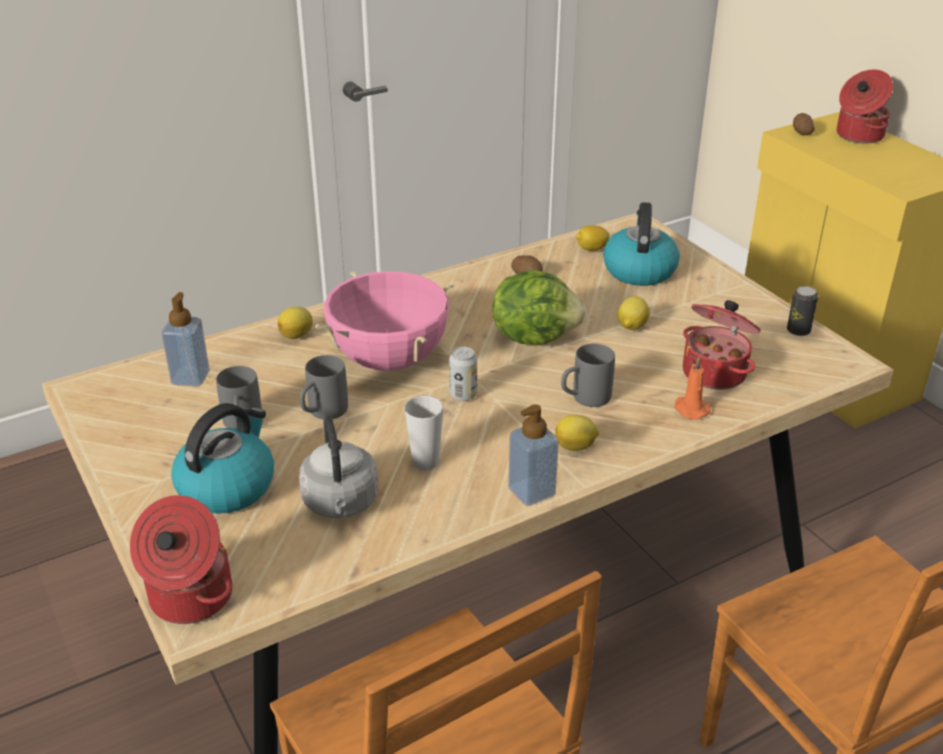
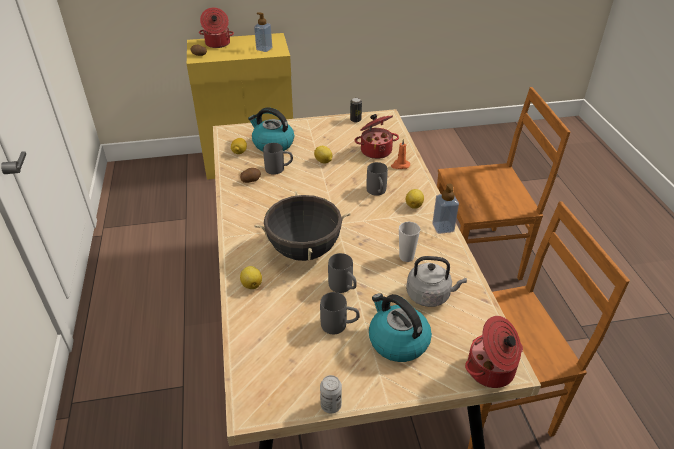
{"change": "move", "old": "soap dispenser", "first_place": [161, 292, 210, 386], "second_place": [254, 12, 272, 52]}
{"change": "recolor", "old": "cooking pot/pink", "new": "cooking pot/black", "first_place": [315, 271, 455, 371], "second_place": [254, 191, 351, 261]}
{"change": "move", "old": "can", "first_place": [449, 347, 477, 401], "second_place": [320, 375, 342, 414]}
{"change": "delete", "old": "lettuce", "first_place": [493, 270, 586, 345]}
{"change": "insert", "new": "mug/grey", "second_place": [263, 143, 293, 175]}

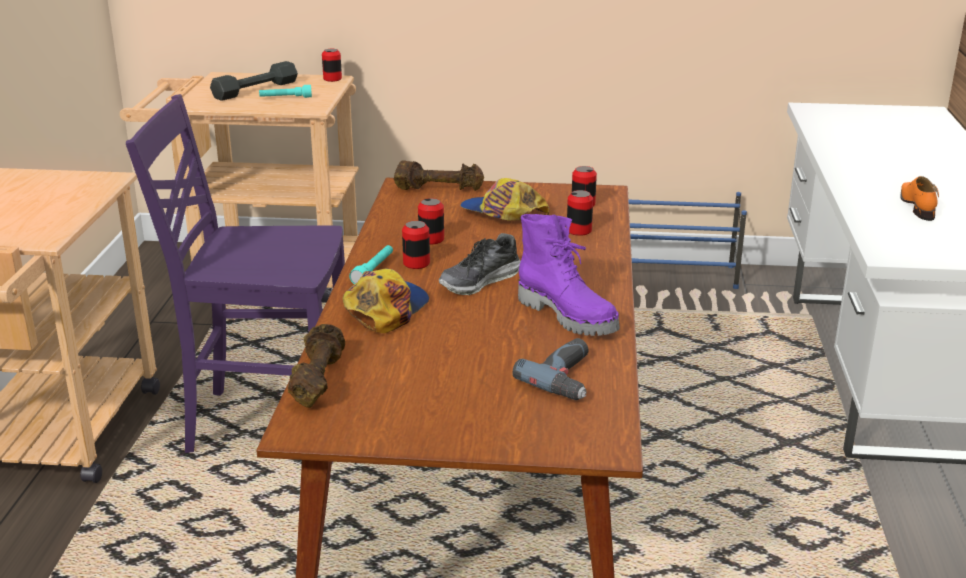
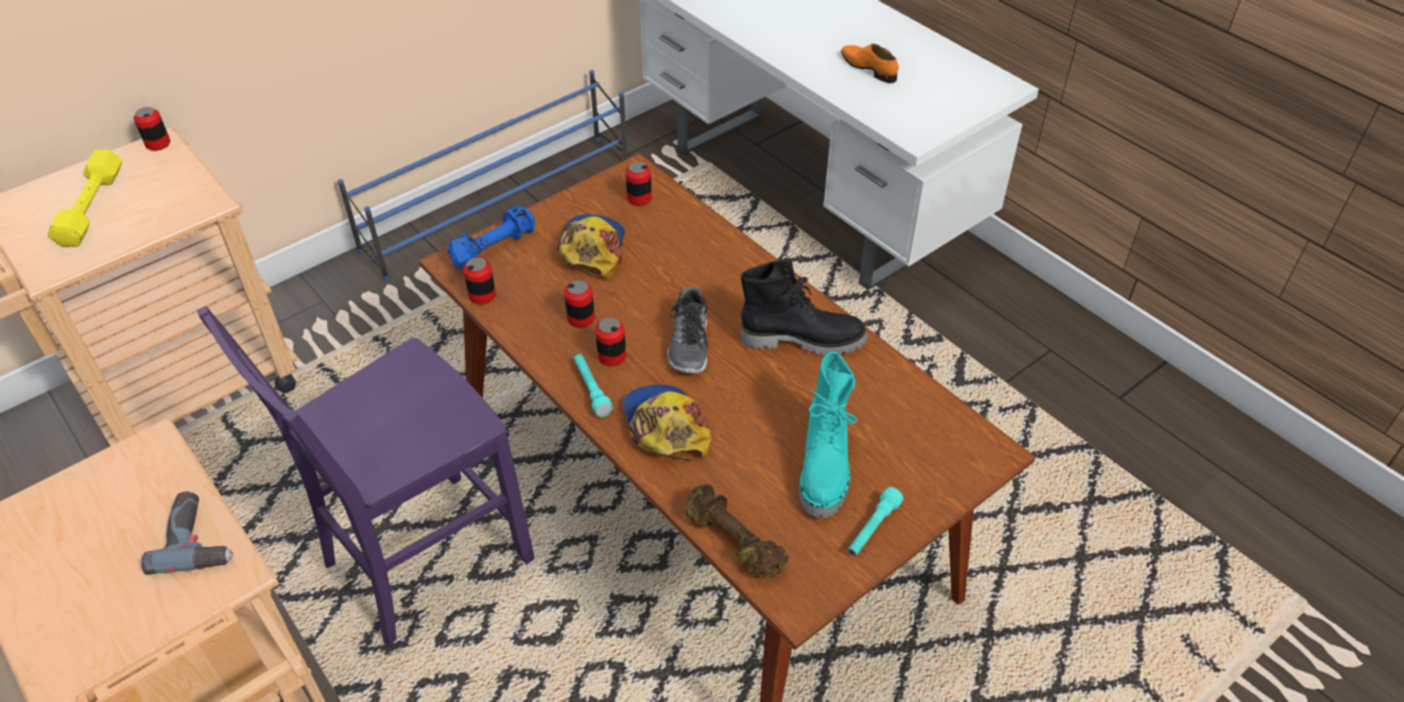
{"change": "recolor", "old": "dumbbell/grey", "new": "dumbbell/yellow", "first_place": [210, 61, 298, 101], "second_place": [48, 150, 122, 247]}
{"change": "move", "old": "flashlight/turquoise", "first_place": [259, 85, 312, 98], "second_place": [847, 487, 903, 556]}
{"change": "recolor", "old": "dumbbell/brown", "new": "dumbbell/blue", "first_place": [394, 160, 484, 191], "second_place": [447, 206, 535, 269]}
{"change": "rotate", "old": "cap", "first_place": [460, 178, 550, 221], "second_place": [557, 214, 625, 279], "degrees": 105}
{"change": "move", "old": "power drill", "first_place": [512, 338, 589, 400], "second_place": [141, 491, 234, 575]}
{"change": "recolor", "old": "boot/purple", "new": "boot/black", "first_place": [518, 214, 620, 336], "second_place": [741, 260, 868, 356]}
{"change": "move", "old": "can", "first_place": [567, 190, 593, 236], "second_place": [463, 257, 496, 305]}
{"change": "insert", "new": "boot/turquoise", "second_place": [799, 352, 857, 518]}

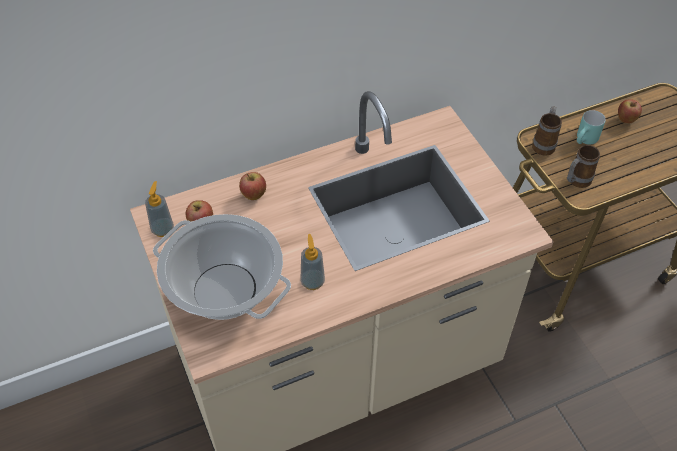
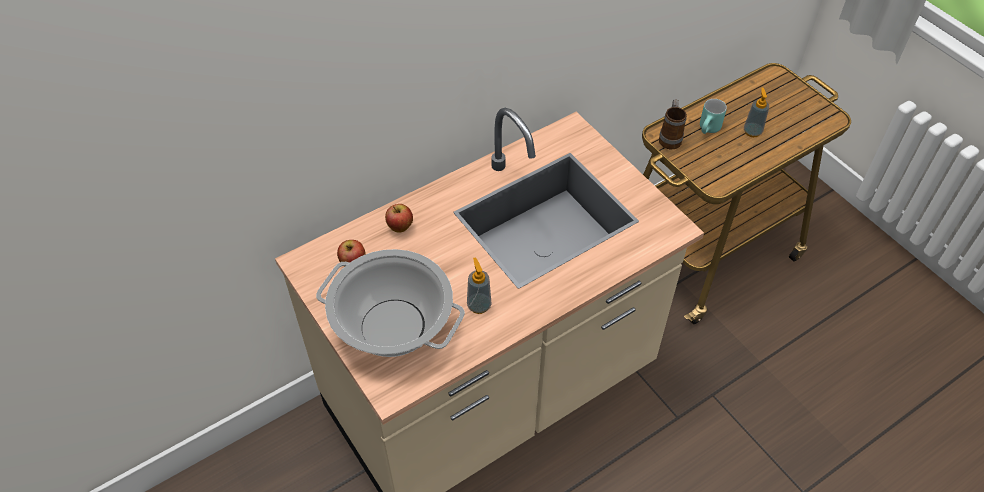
{"change": "move", "old": "soap dispenser", "first_place": [145, 181, 174, 237], "second_place": [744, 87, 769, 137]}
{"change": "delete", "old": "mug", "first_place": [567, 145, 600, 188]}
{"change": "delete", "old": "apple", "first_place": [618, 100, 642, 124]}

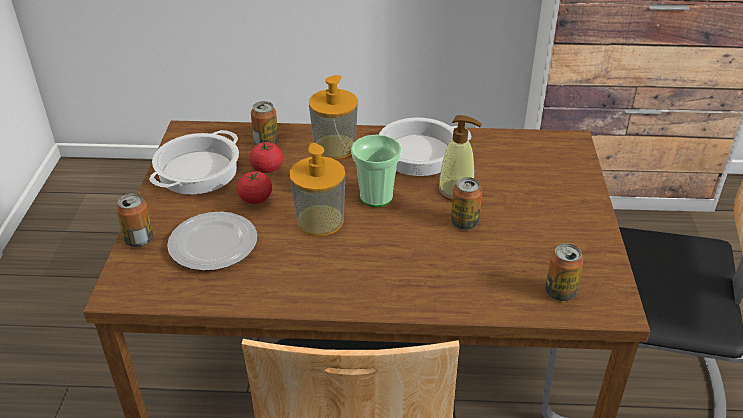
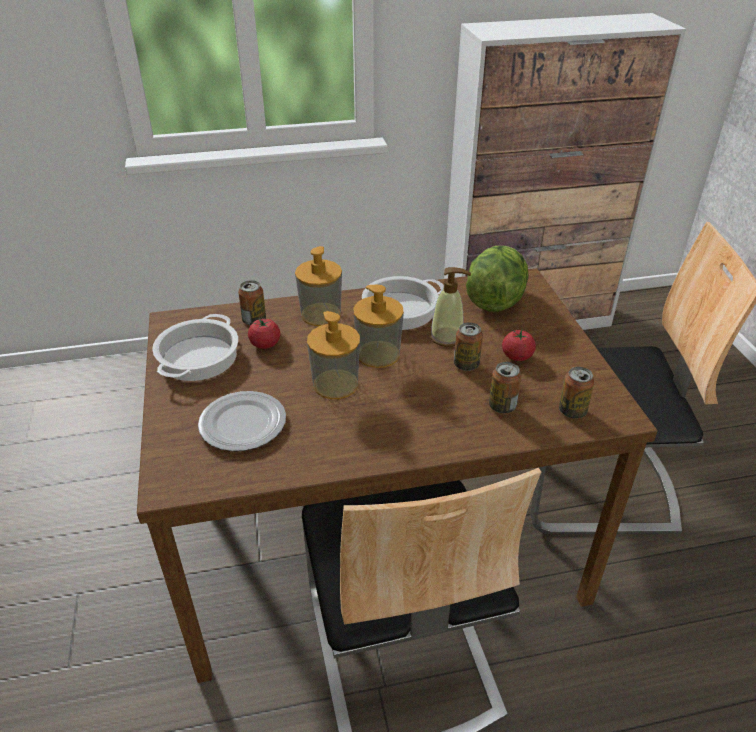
{"change": "move", "old": "can", "first_place": [116, 193, 153, 247], "second_place": [489, 362, 521, 413]}
{"change": "move", "old": "tomato", "first_place": [237, 171, 272, 204], "second_place": [502, 330, 536, 361]}
{"change": "replace", "old": "cup", "new": "soap dispenser", "first_place": [351, 135, 402, 207], "second_place": [353, 285, 404, 368]}
{"change": "insert", "new": "lettuce", "second_place": [466, 246, 528, 312]}

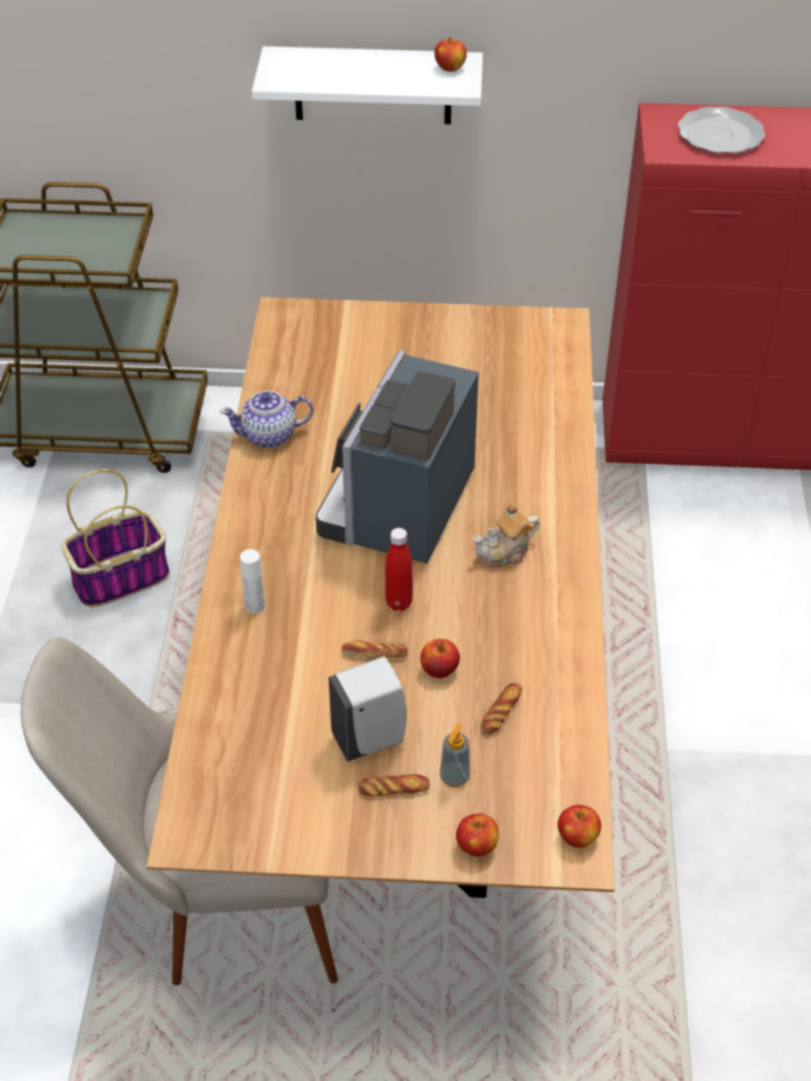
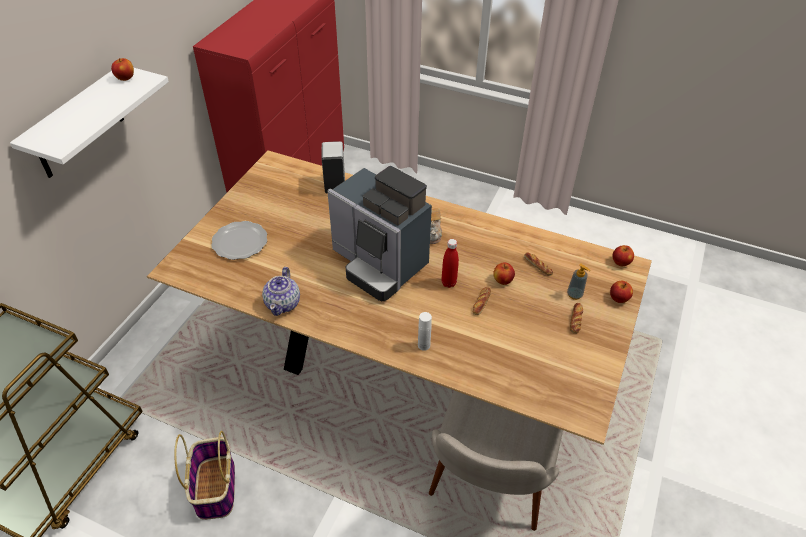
{"change": "move", "old": "soap dispenser/white", "first_place": [328, 656, 407, 762], "second_place": [321, 142, 345, 193]}
{"change": "move", "old": "plate", "first_place": [678, 107, 765, 153], "second_place": [211, 221, 267, 260]}

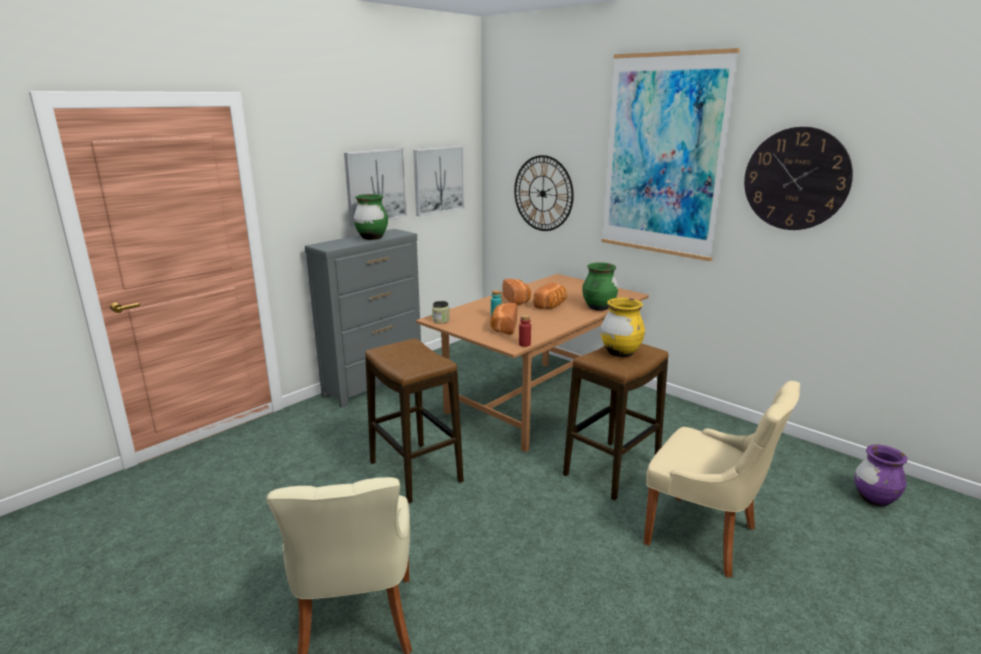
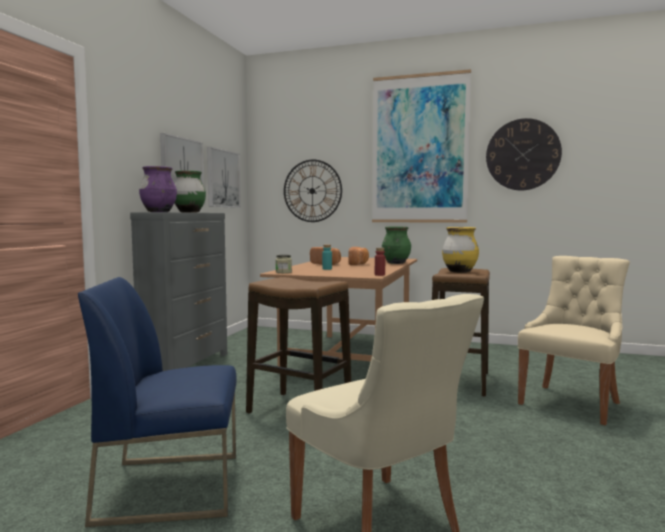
{"change": "delete", "old": "bread", "first_place": [490, 303, 517, 335]}
{"change": "rotate", "old": "chair/beige", "first_place": [644, 381, 800, 577], "second_place": [518, 256, 630, 425], "degrees": -60}
{"change": "move", "old": "vase/purple", "first_place": [855, 445, 908, 507], "second_place": [139, 166, 177, 212]}
{"change": "insert", "new": "chair/blue", "second_place": [78, 277, 237, 527]}

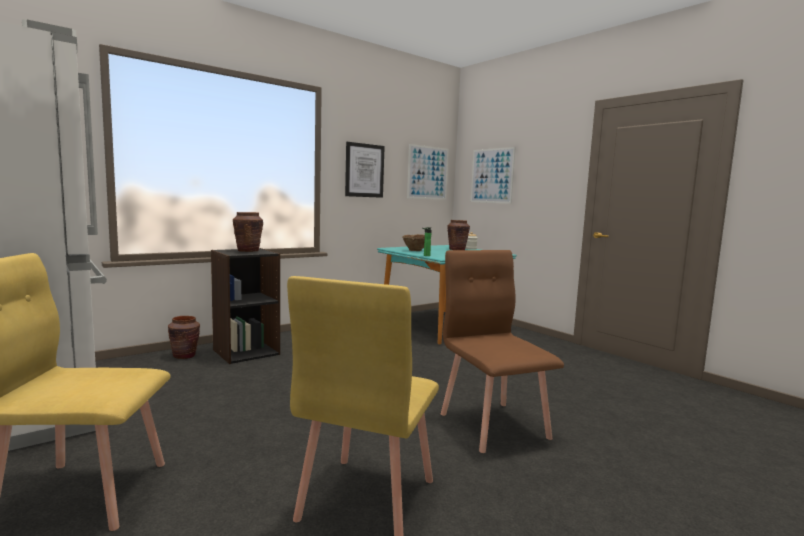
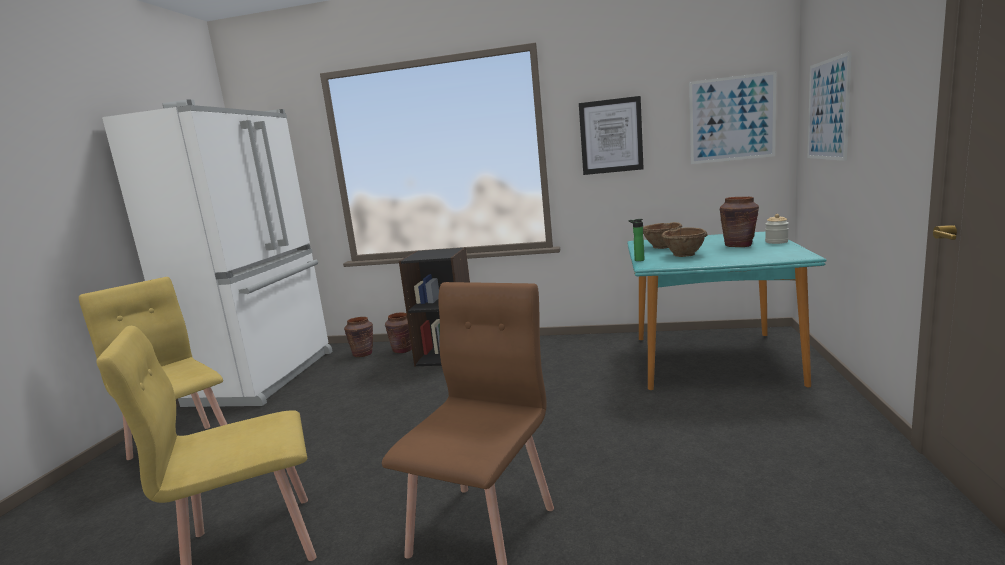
{"change": "move", "old": "vase/brown", "first_place": [233, 212, 263, 252], "second_place": [344, 317, 373, 357]}
{"change": "insert", "new": "bowl/brown", "second_place": [661, 227, 707, 257]}

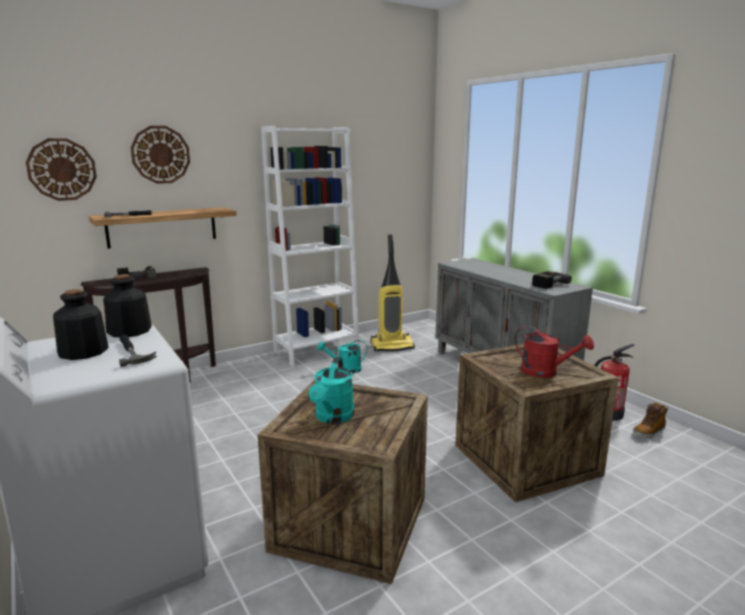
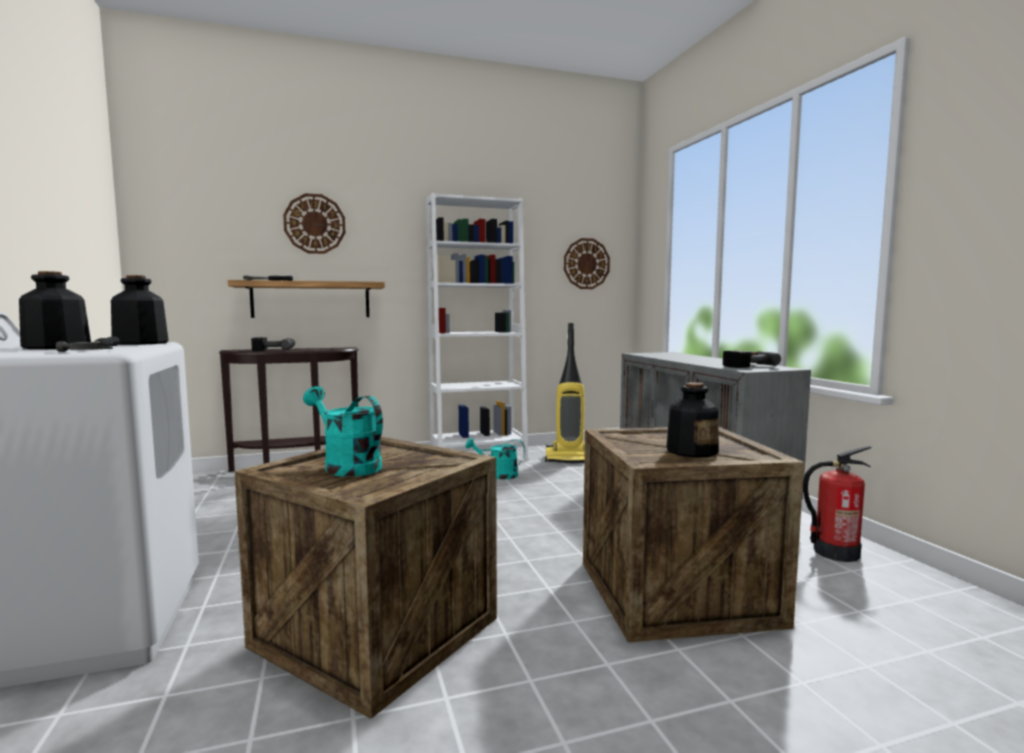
{"change": "move", "old": "wall clock", "first_place": [26, 138, 97, 201], "second_place": [564, 238, 610, 289]}
{"change": "rotate", "old": "watering can/turquoise", "first_place": [309, 356, 354, 424], "second_place": [303, 386, 383, 477], "degrees": 105}
{"change": "replace", "old": "watering can/red", "new": "bottle", "first_place": [515, 325, 594, 378], "second_place": [666, 382, 719, 458]}
{"change": "delete", "old": "boot", "first_place": [633, 402, 668, 438]}

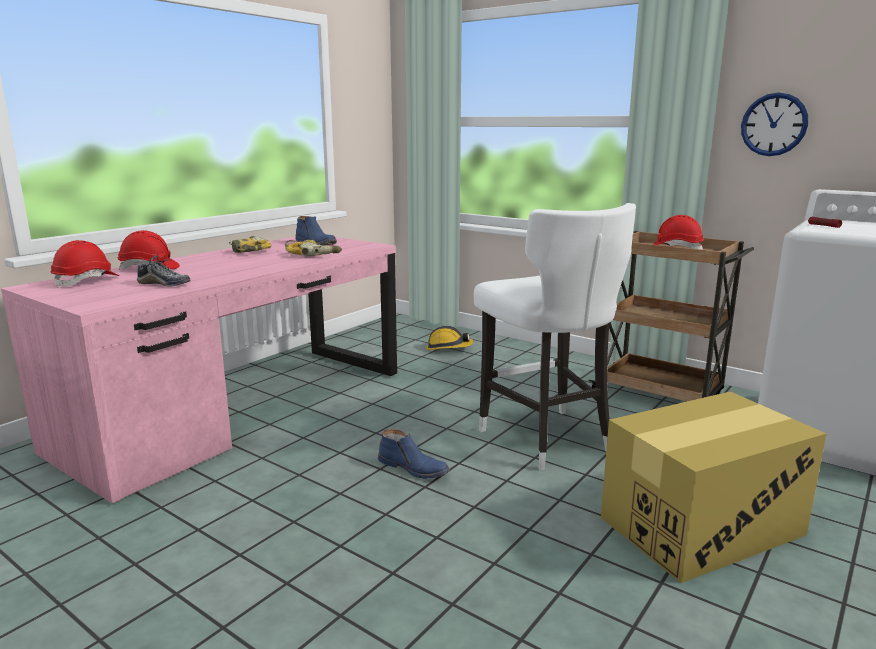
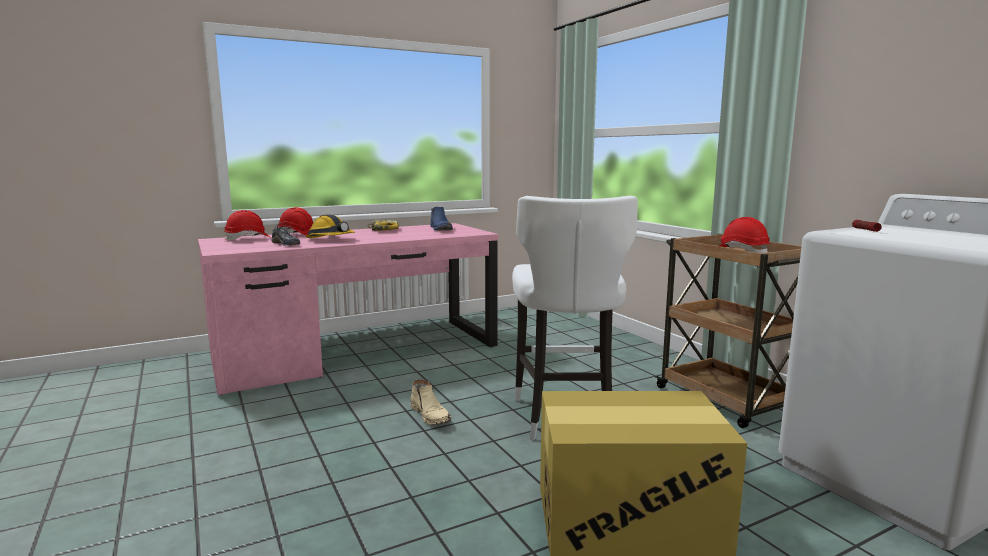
{"change": "delete", "old": "power drill", "first_place": [285, 240, 342, 256]}
{"change": "recolor", "old": "boot/blue", "new": "boot/beige", "first_place": [378, 429, 450, 479], "second_place": [410, 379, 451, 425]}
{"change": "move", "old": "hard hat", "first_place": [426, 326, 474, 350], "second_place": [305, 214, 355, 238]}
{"change": "delete", "old": "wall clock", "first_place": [741, 93, 808, 156]}

